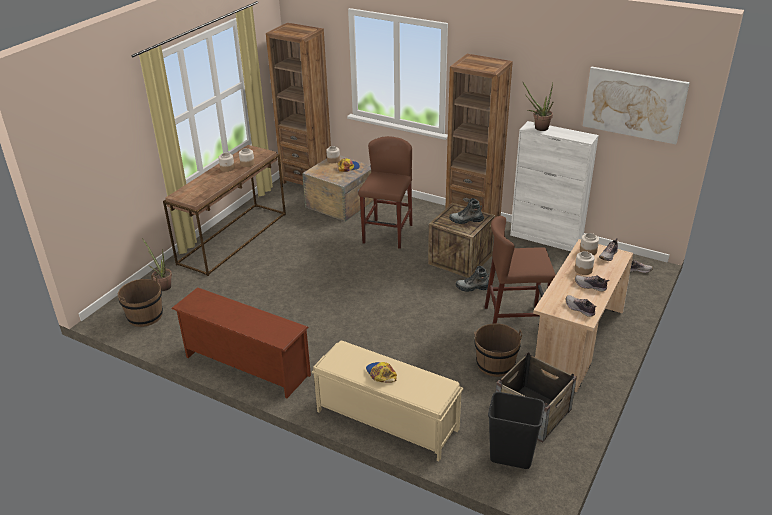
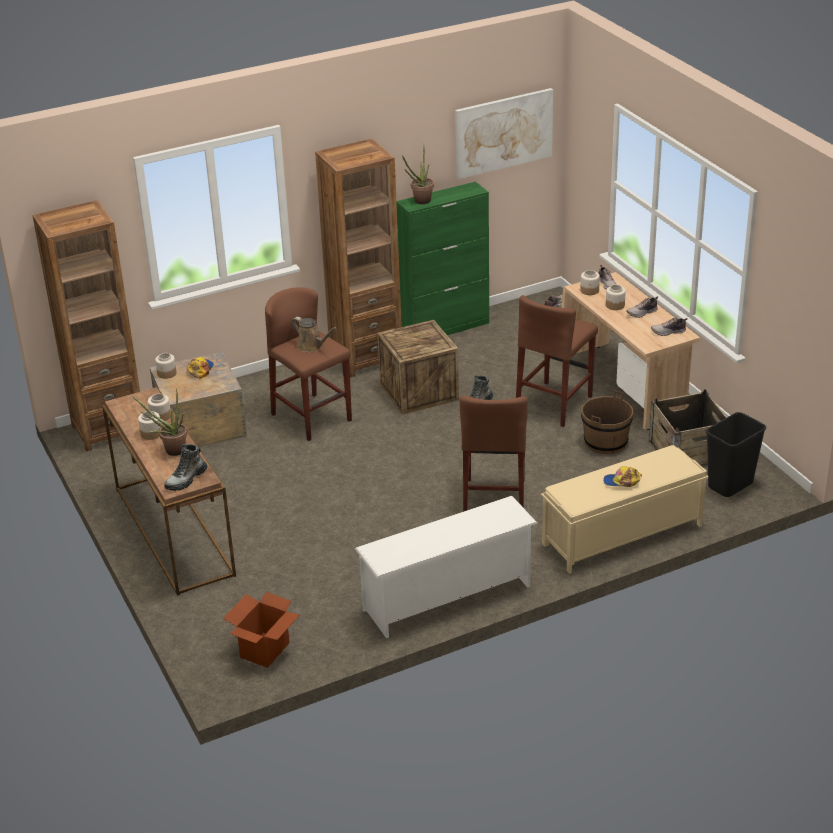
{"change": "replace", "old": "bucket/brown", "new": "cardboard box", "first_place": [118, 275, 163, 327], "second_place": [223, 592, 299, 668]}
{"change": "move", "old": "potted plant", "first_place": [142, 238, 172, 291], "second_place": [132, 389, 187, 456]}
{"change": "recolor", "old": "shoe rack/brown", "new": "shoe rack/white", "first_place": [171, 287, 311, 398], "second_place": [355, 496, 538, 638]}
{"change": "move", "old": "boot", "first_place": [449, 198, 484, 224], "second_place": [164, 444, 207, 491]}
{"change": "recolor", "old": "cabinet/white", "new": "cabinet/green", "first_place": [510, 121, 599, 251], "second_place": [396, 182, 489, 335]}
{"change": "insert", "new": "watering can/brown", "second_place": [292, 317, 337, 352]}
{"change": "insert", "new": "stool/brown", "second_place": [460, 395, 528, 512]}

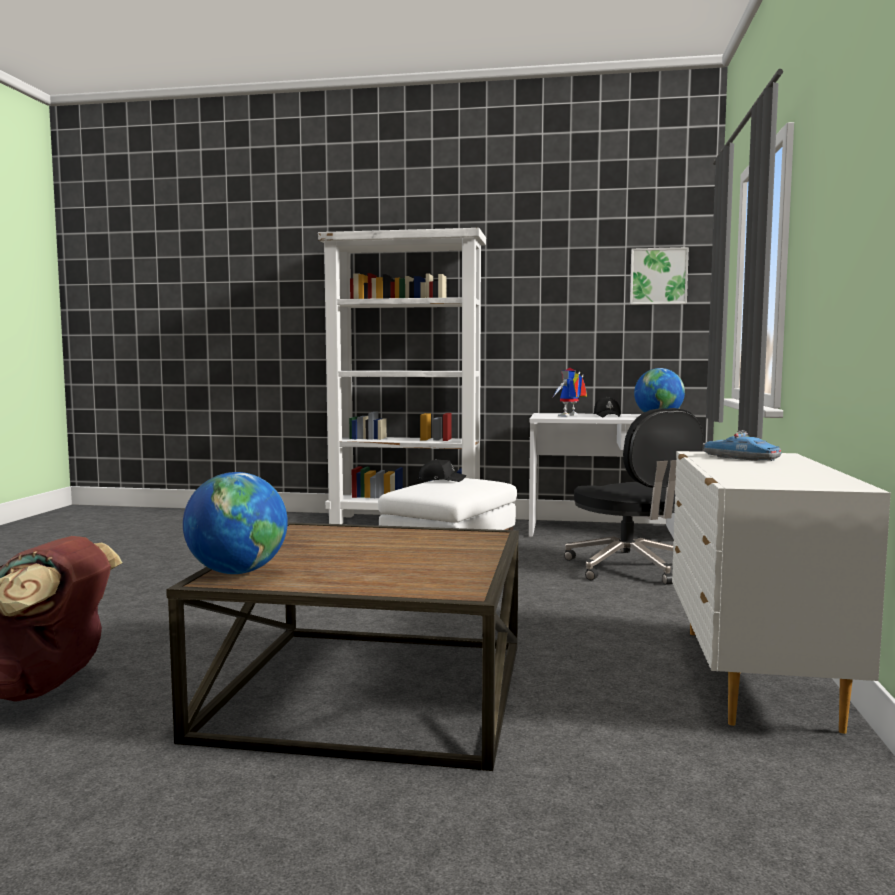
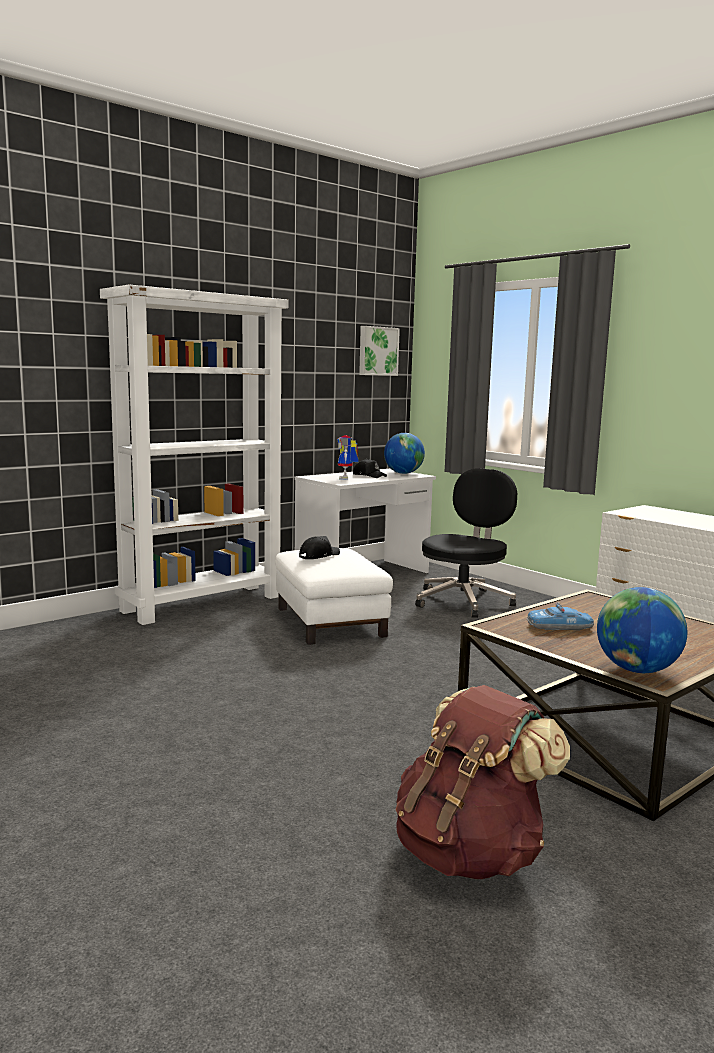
{"change": "rotate", "old": "office chair/black", "first_place": [564, 408, 703, 585], "second_place": [415, 468, 517, 618], "degrees": -75}
{"change": "move", "old": "toy car", "first_place": [704, 430, 781, 461], "second_place": [527, 602, 594, 630]}

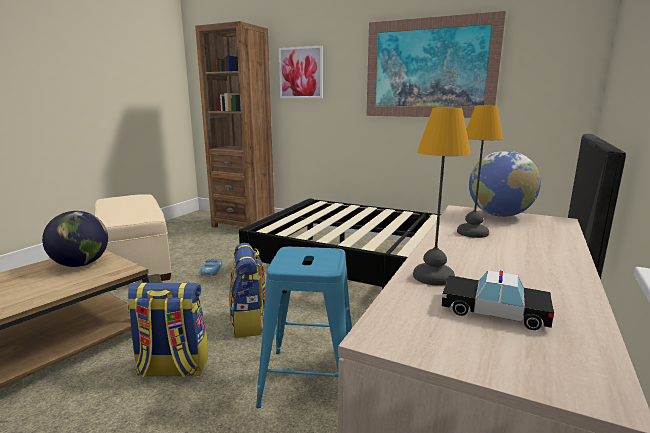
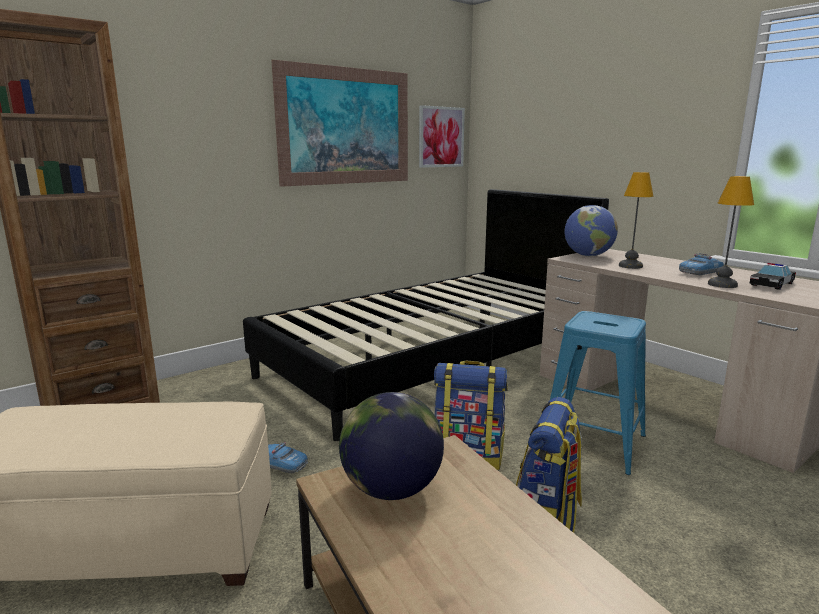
{"change": "move", "old": "picture", "first_place": [279, 46, 323, 98], "second_place": [419, 105, 465, 168]}
{"change": "insert", "new": "toy car", "second_place": [679, 253, 724, 275]}

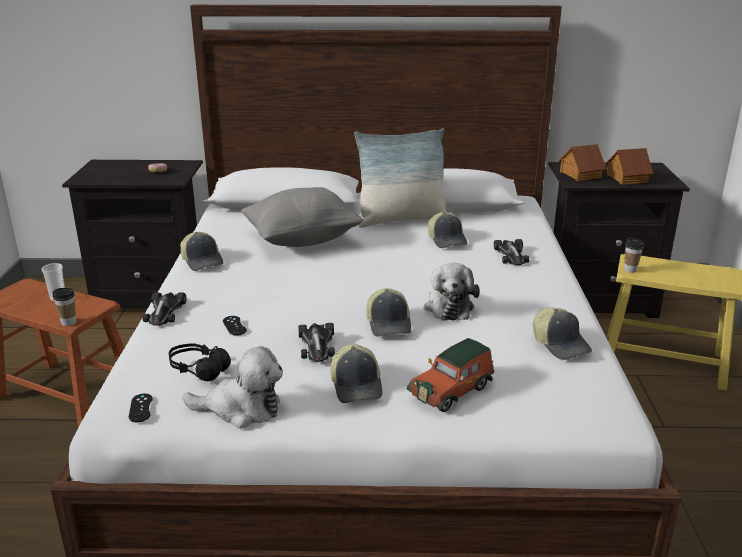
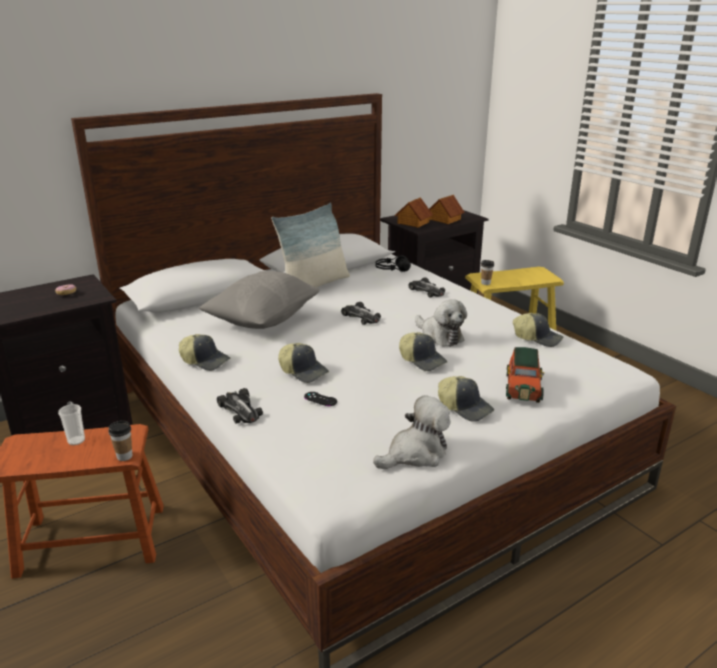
{"change": "delete", "old": "game controller/black", "first_place": [129, 394, 153, 423]}
{"change": "move", "old": "headphones/black", "first_place": [169, 343, 231, 381], "second_place": [376, 255, 411, 272]}
{"change": "move", "old": "toy car", "first_place": [298, 323, 335, 362], "second_place": [341, 302, 381, 325]}
{"change": "move", "old": "cap", "first_place": [428, 212, 467, 248], "second_place": [278, 343, 329, 383]}

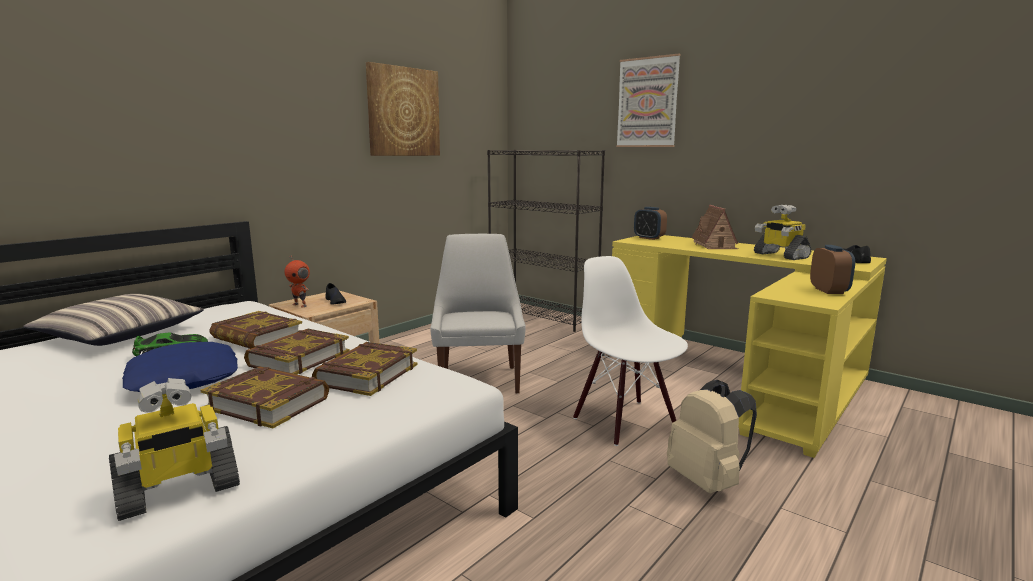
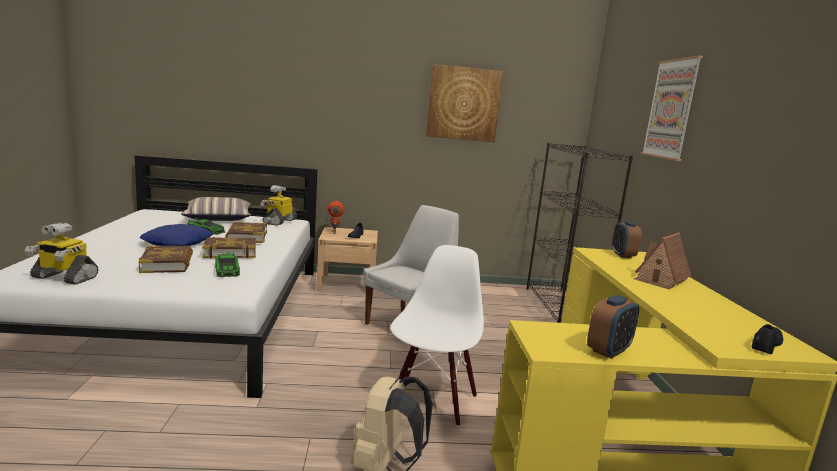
{"change": "replace", "old": "book", "new": "toy car", "first_place": [312, 342, 418, 396], "second_place": [215, 252, 240, 277]}
{"change": "move", "old": "toy robot", "first_place": [754, 205, 811, 260], "second_place": [261, 185, 297, 226]}

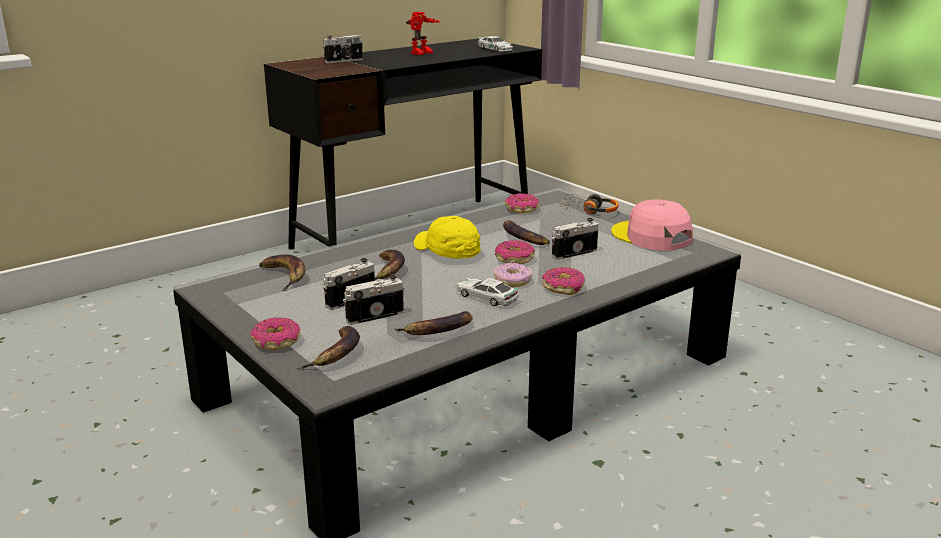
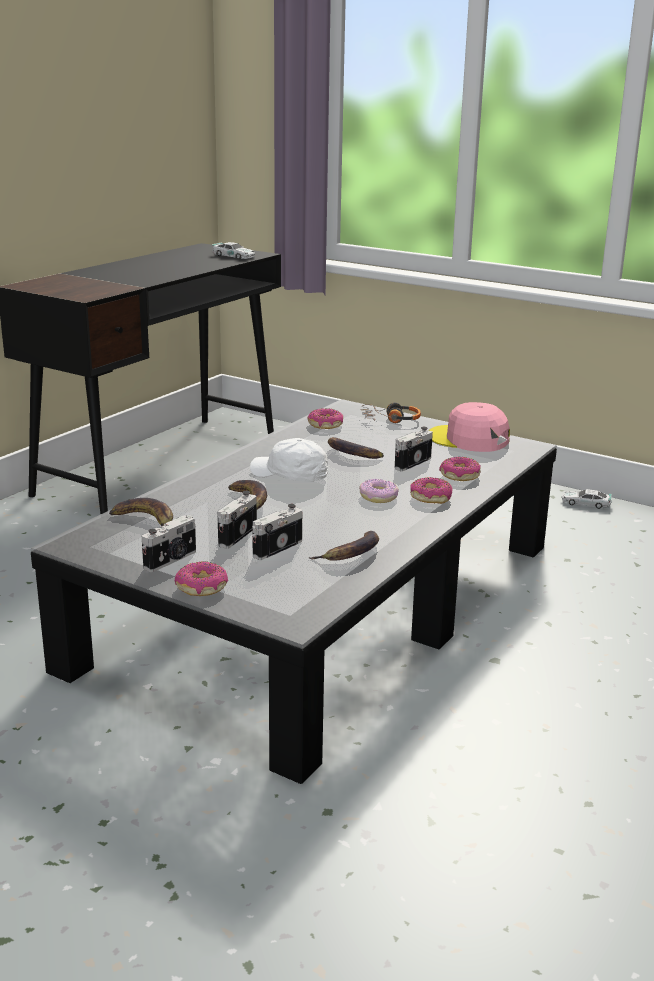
{"change": "delete", "old": "banana", "first_place": [296, 326, 360, 370]}
{"change": "move", "old": "photo camera", "first_place": [323, 35, 363, 63], "second_place": [142, 515, 196, 572]}
{"change": "delete", "old": "toy robot", "first_place": [406, 12, 440, 55]}
{"change": "recolor", "old": "cap/yellow", "new": "cap/white", "first_place": [414, 216, 481, 259], "second_place": [250, 438, 328, 482]}
{"change": "move", "old": "toy car", "first_place": [456, 278, 520, 306], "second_place": [562, 489, 612, 509]}
{"change": "move", "old": "donut", "first_place": [495, 240, 535, 264], "second_place": [439, 457, 481, 481]}

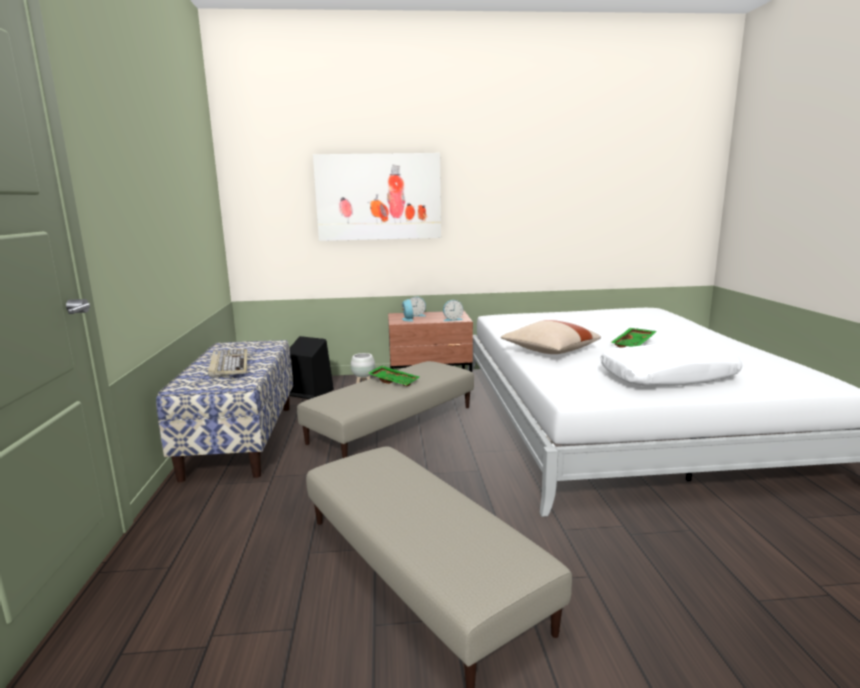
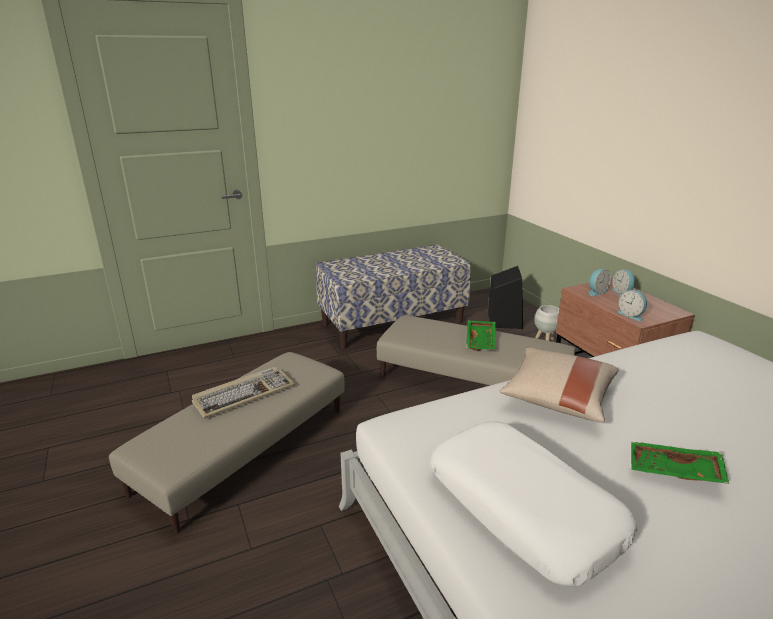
{"change": "move", "old": "keyboard", "first_place": [208, 349, 247, 378], "second_place": [192, 367, 295, 419]}
{"change": "delete", "old": "picture", "first_place": [313, 153, 441, 241]}

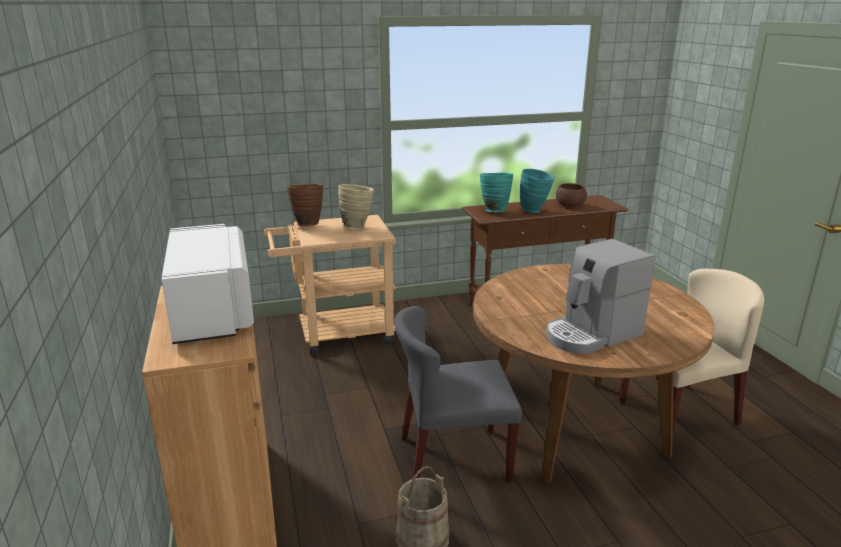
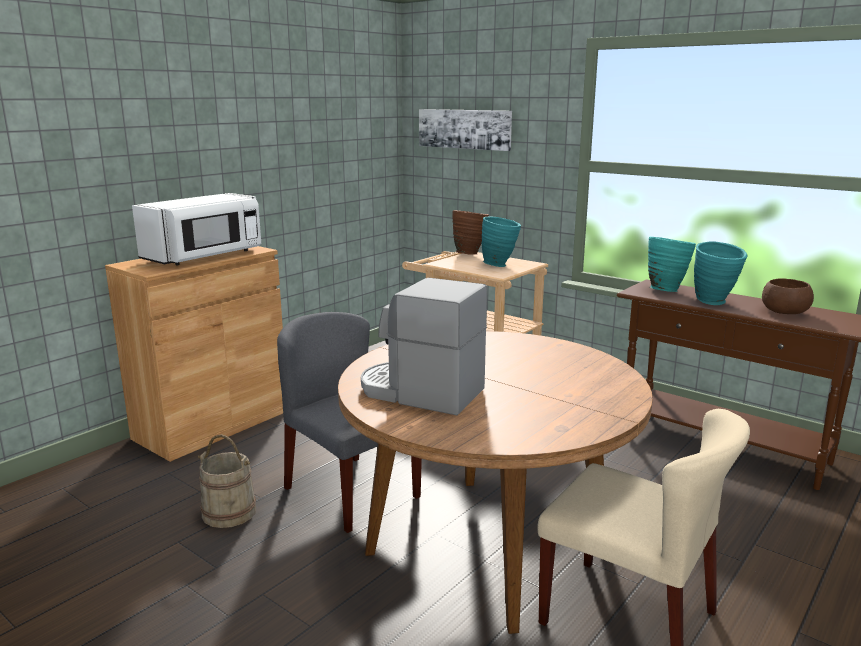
{"change": "recolor", "old": "vase/beige", "new": "vase/turquoise", "first_place": [338, 184, 374, 229], "second_place": [482, 217, 521, 267]}
{"change": "insert", "new": "picture", "second_place": [419, 109, 512, 151]}

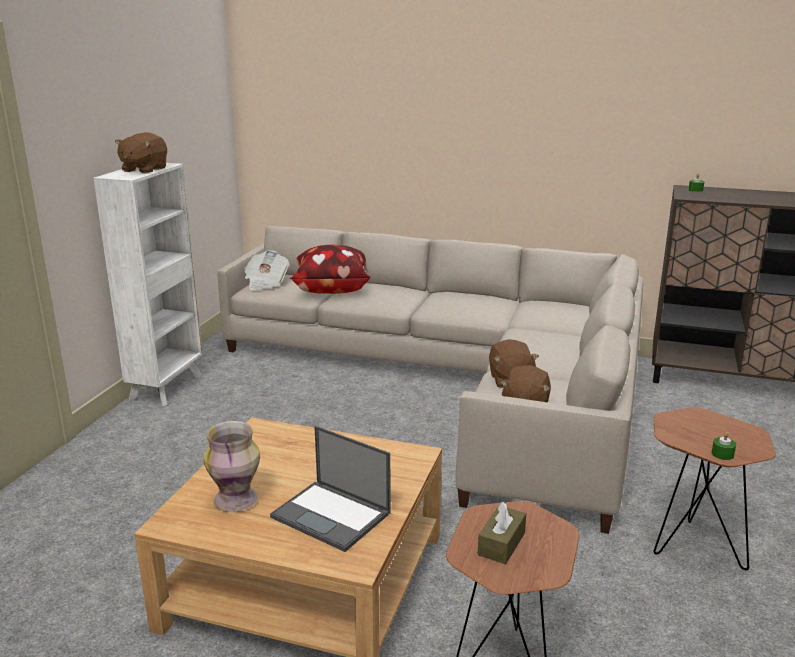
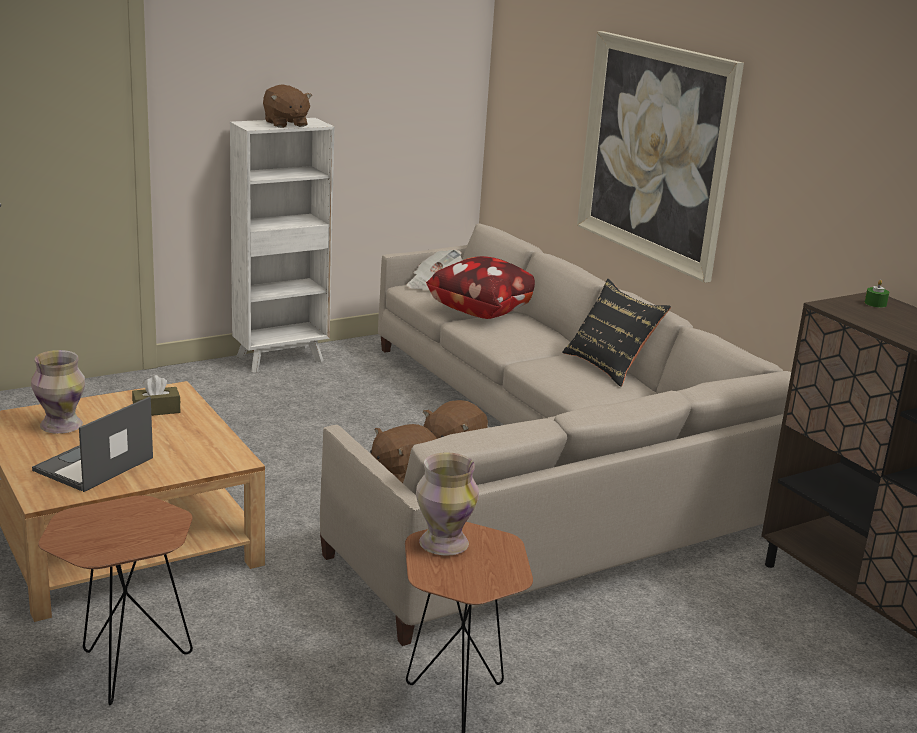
{"change": "rotate", "old": "plush toy/brown", "first_place": [115, 132, 167, 173], "second_place": [263, 84, 312, 128], "degrees": -90}
{"change": "rotate", "old": "laptop", "first_place": [270, 426, 391, 552], "second_place": [32, 396, 153, 492], "degrees": 45}
{"change": "move", "old": "tissue box/brown", "first_place": [478, 502, 526, 564], "second_place": [132, 375, 180, 416]}
{"change": "delete", "old": "candle/green", "first_place": [711, 432, 736, 460]}
{"change": "insert", "new": "vase", "second_place": [416, 453, 479, 556]}
{"change": "insert", "new": "pillow/black", "second_place": [562, 279, 671, 387]}
{"change": "insert", "new": "picture", "second_place": [577, 31, 744, 283]}

